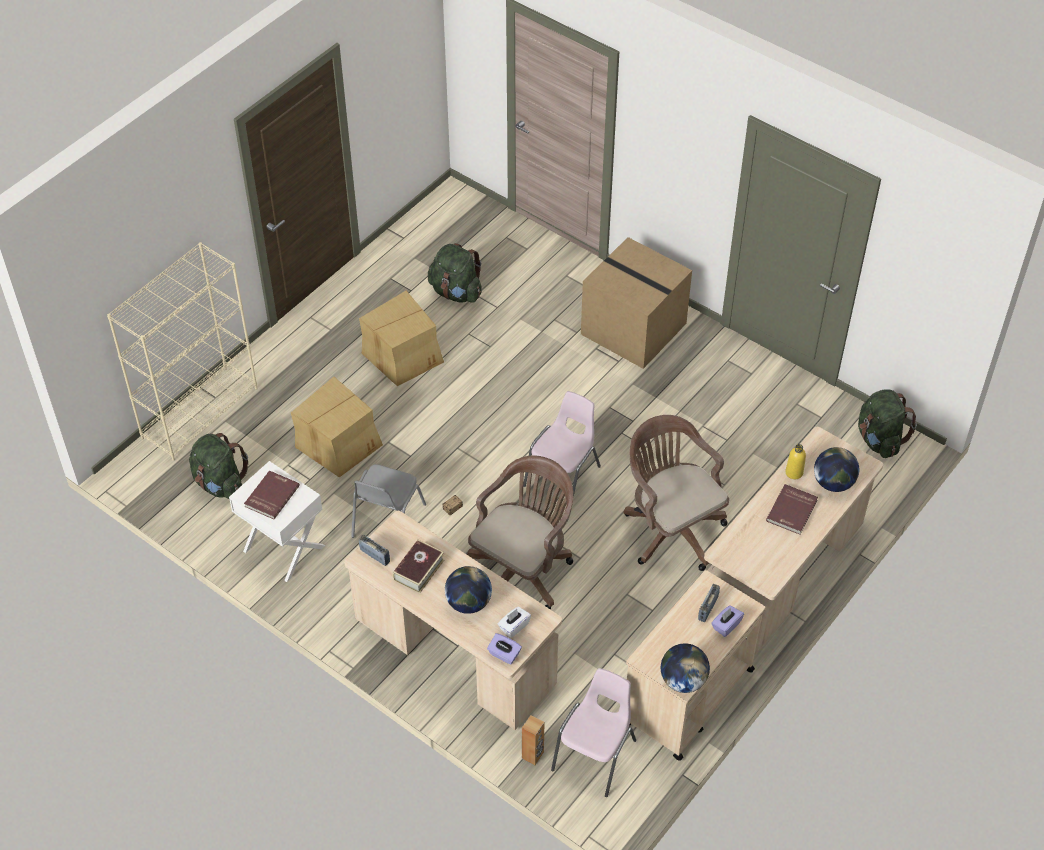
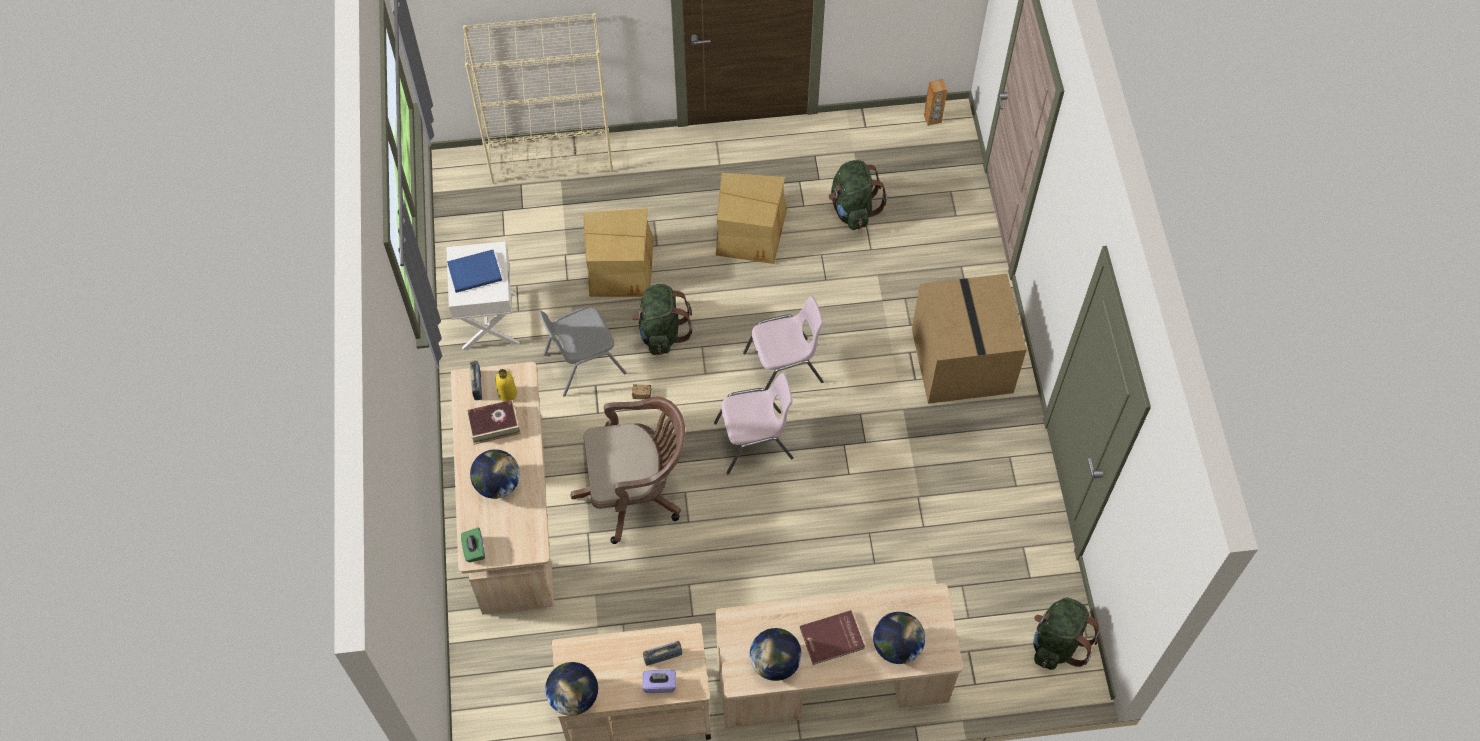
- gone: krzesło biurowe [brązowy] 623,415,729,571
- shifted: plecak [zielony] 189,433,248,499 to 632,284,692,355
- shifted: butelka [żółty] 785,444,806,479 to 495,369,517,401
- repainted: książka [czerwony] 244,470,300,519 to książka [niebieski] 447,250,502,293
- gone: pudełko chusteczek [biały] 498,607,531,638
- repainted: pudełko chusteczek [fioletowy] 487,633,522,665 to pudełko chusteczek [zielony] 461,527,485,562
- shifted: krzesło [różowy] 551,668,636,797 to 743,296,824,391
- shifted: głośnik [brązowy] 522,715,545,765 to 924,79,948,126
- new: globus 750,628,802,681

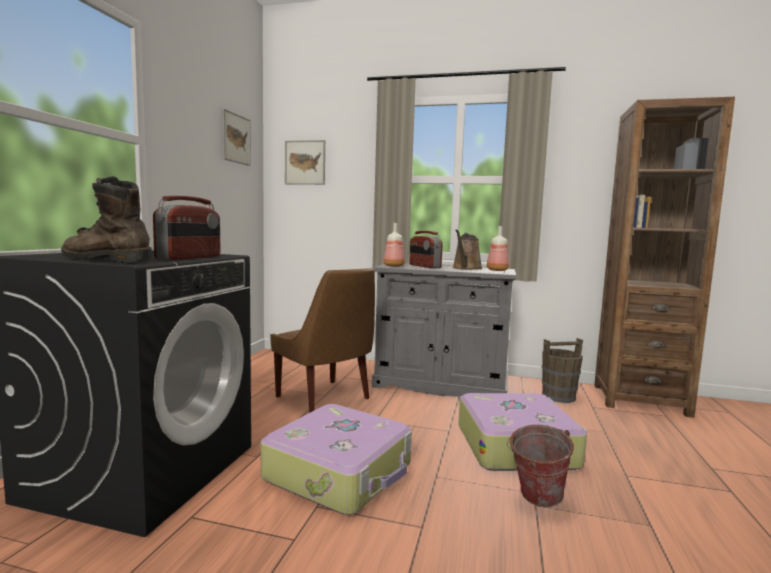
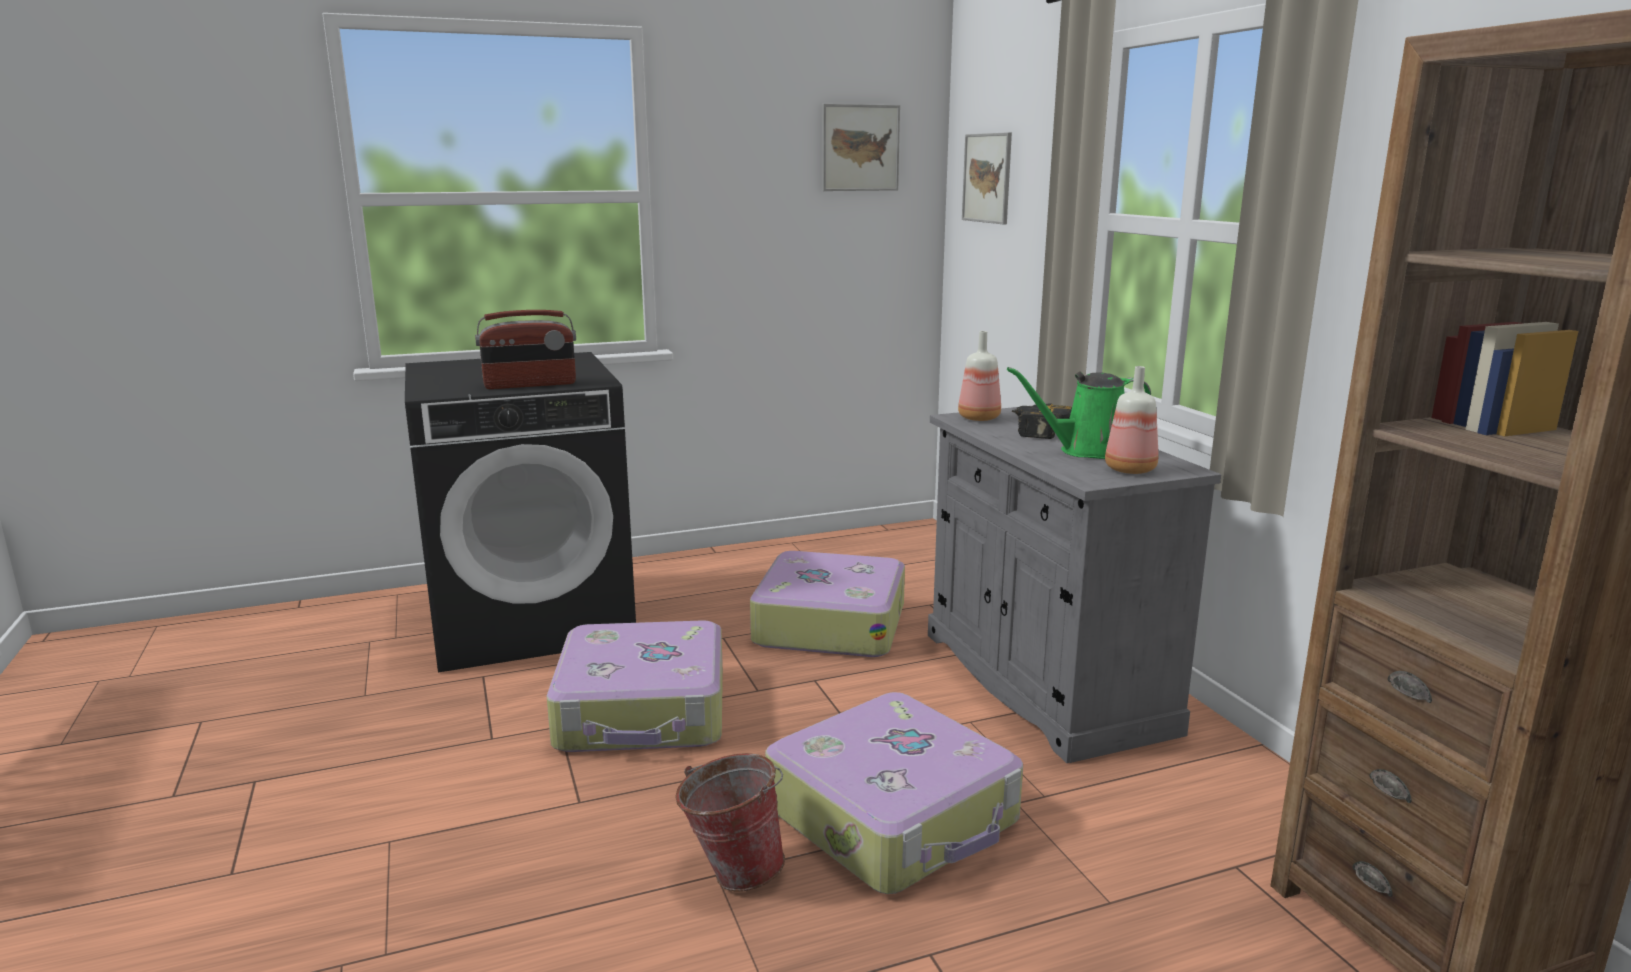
- gone: but z cholewką [brązowy] 61,176,153,263
- repainted: konewka [brązowy] 452,229,483,270 to konewka [zielony] 1007,367,1151,459
- swapped: radio 409,231,443,268 to wiertarka 1012,403,1072,439
- swapped: krzesło [brązowy] 270,268,375,412 to walizka 750,551,905,657
- gone: wiadro [brązowy] 542,338,583,403

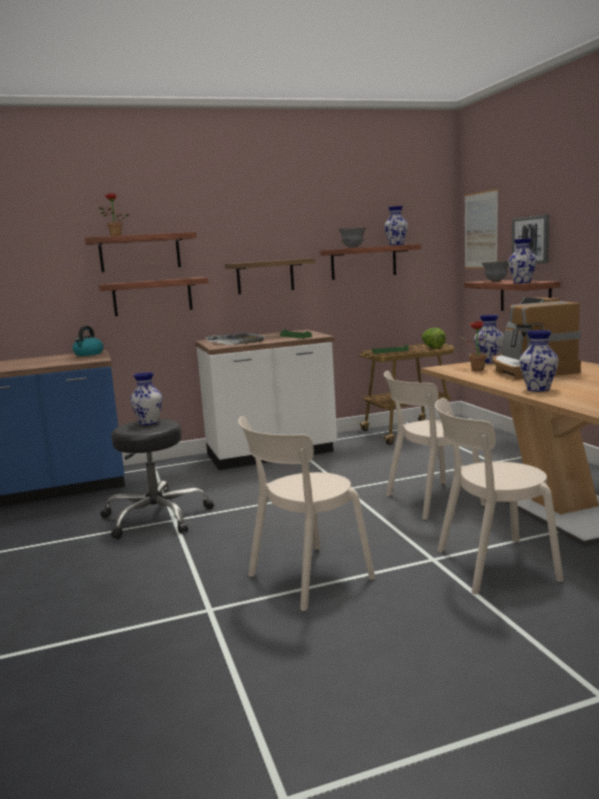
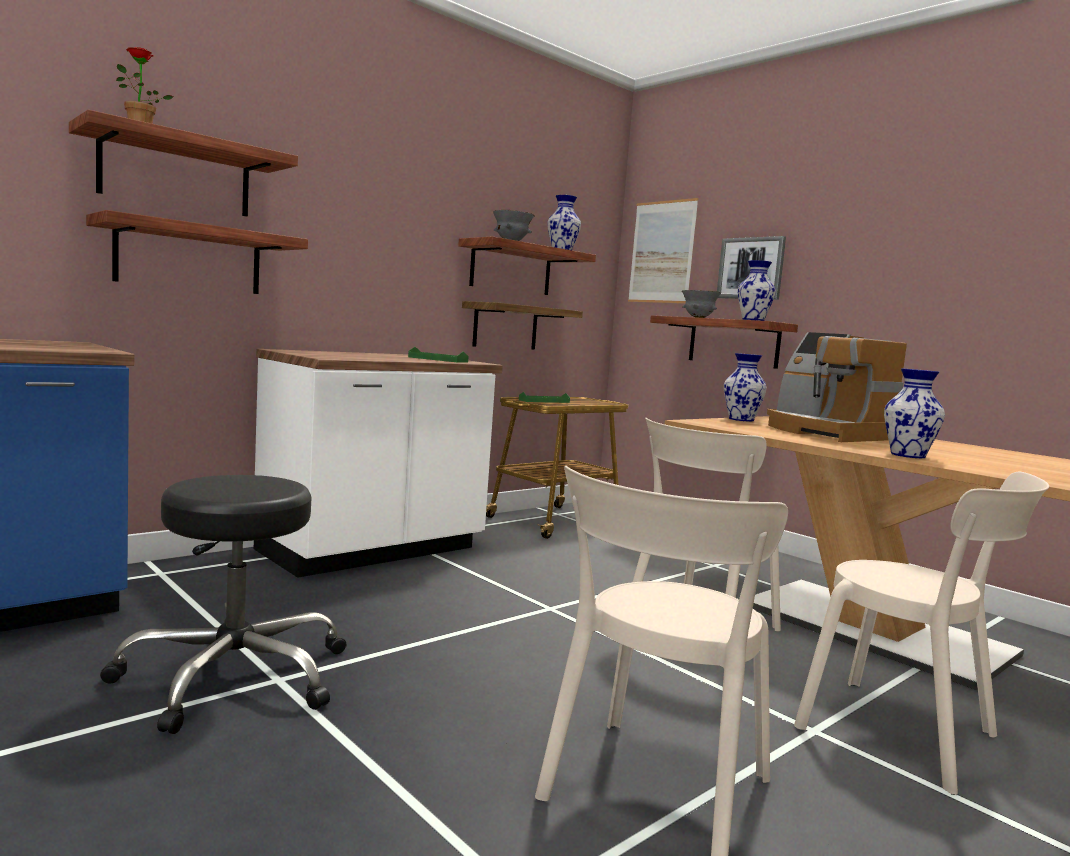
- shifted: półka 225,258,315,294 to 462,301,583,350
- gone: roślina doniczkowa 461,321,488,371
- gone: czajnik 72,326,103,356
- gone: sałata 422,327,446,349
- gone: taca [szary] 206,332,265,345
- gone: wazon 130,372,162,425
- rotated: krzesło [beżowy] 435,398,564,594 = 794,472,1049,795 105 degrees counterclockwise

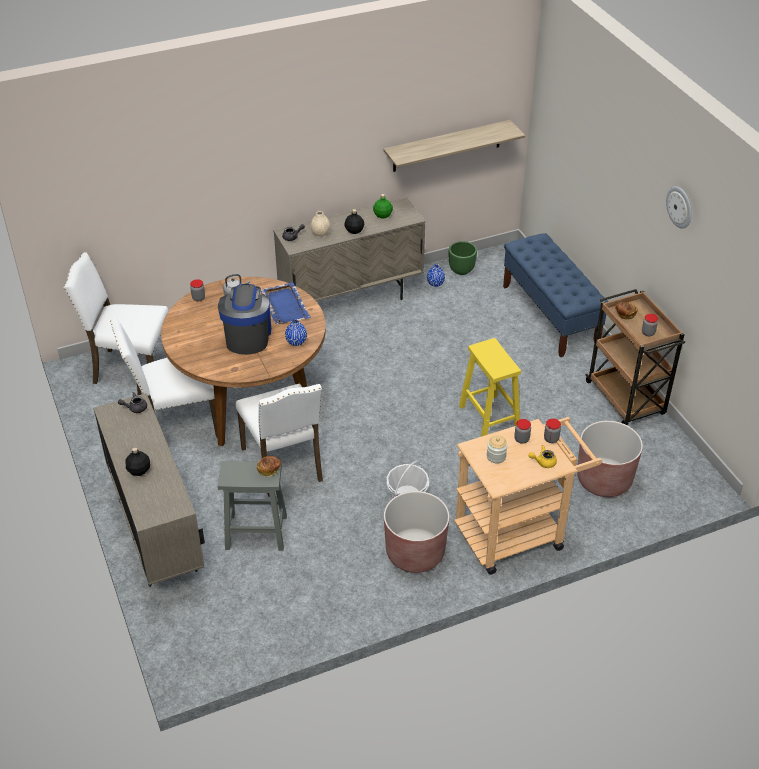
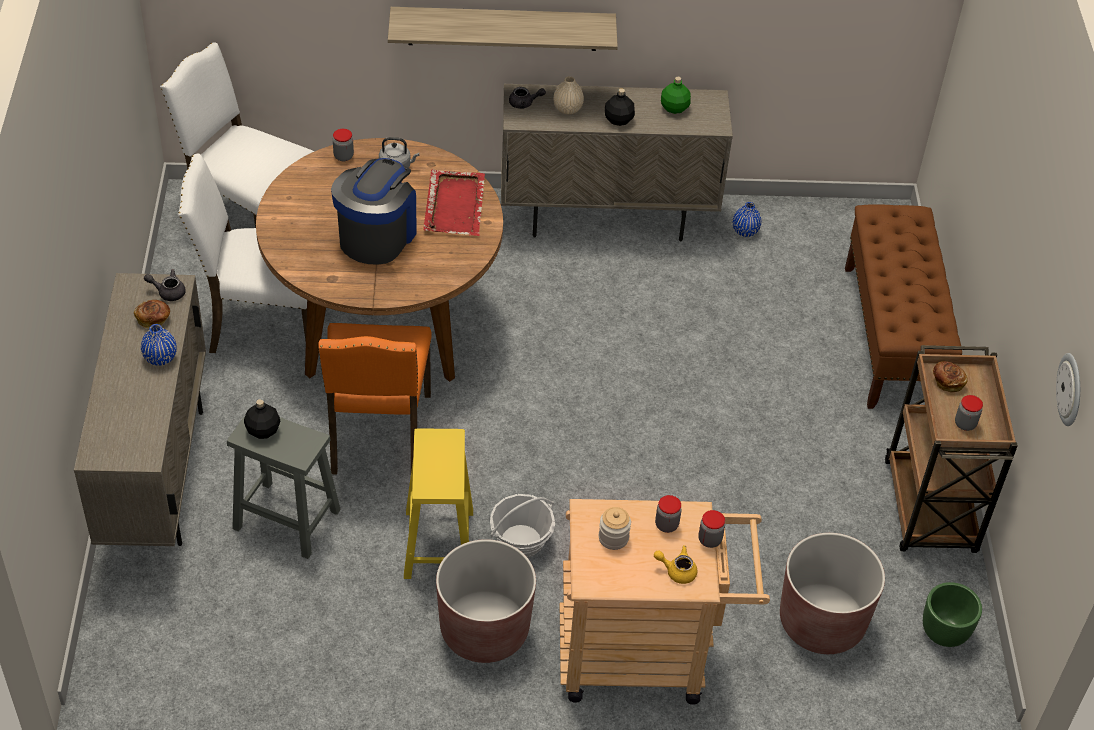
- shifted: półka 383,120,526,172 to 388,7,618,51
- shifted: zegar ścienny 666,186,692,229 to 1056,353,1080,426
- repainted: ławka [niebieski] 503,233,608,357 to ławka [brązowy] 845,204,962,409
- shifted: donica [zielony] 449,241,477,275 to 923,582,982,647
- repainted: taca [niebieski] 260,282,311,324 to taca [czerwony] 423,169,485,236
- shifted: wazon [niebieski] 285,319,307,346 to 141,324,177,366
- shifted: stołek [żółty] 459,338,521,437 to 404,429,473,579
- repainted: krzesło [biały] 236,384,323,497 to krzesło [pomarańczowy] 318,323,432,474
- shifted: butelka [czarny] 125,447,150,476 to 244,399,280,439
- shifted: chleb 257,456,281,477 to 134,300,170,329

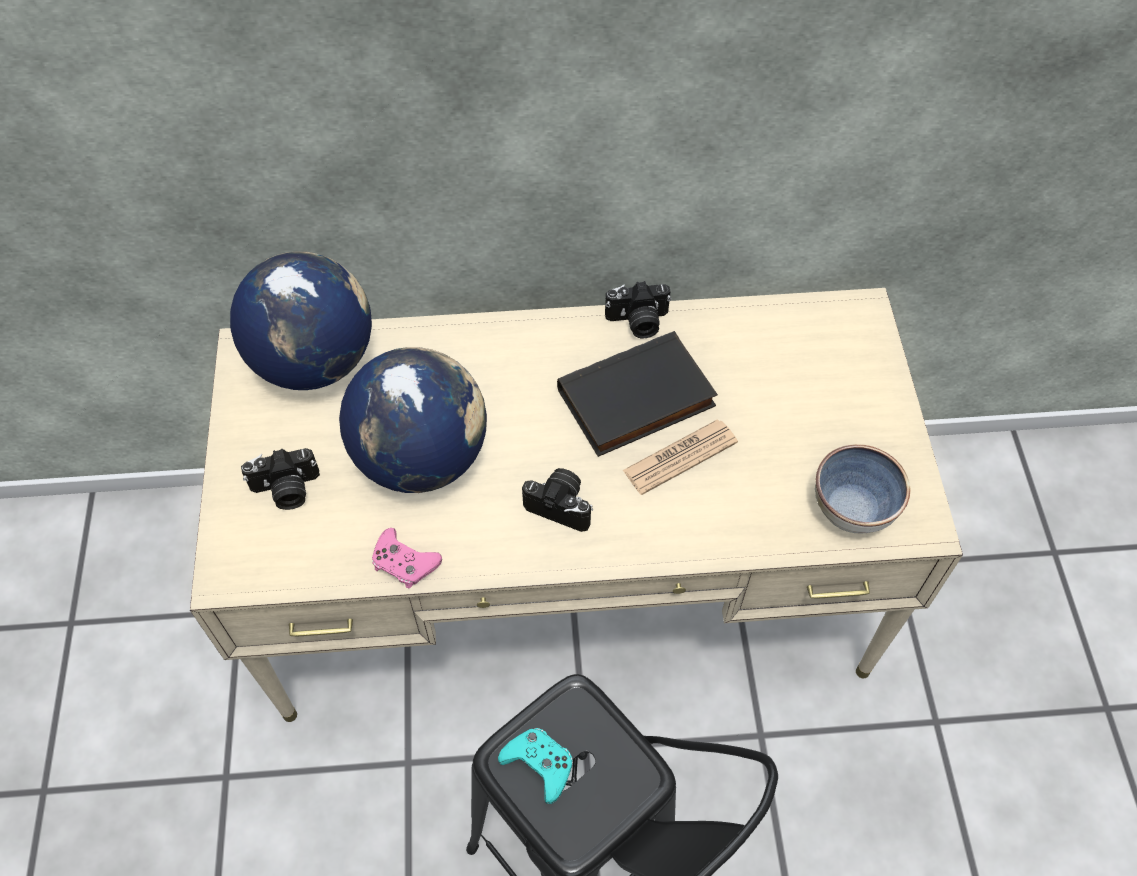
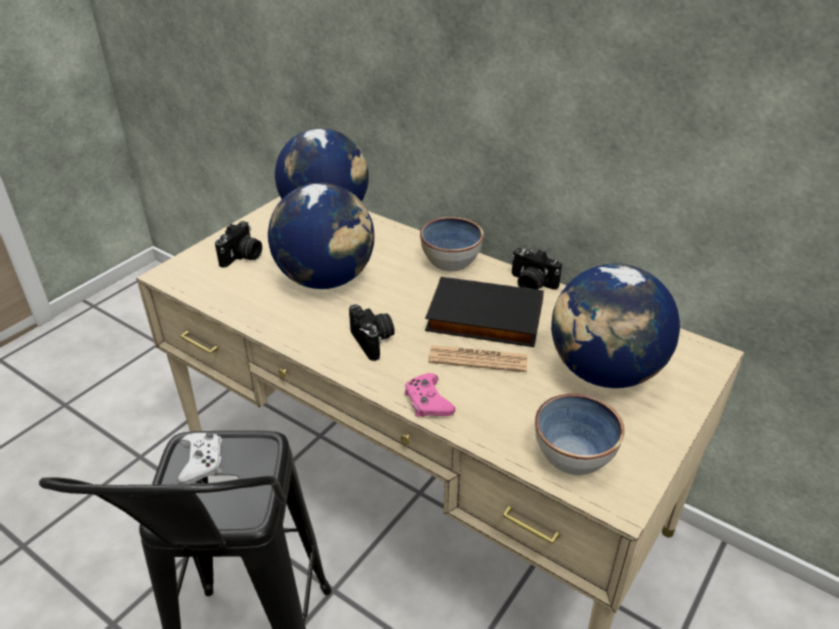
- rotated: aparat fotograficzny 241,448,320,510 = 215,221,262,268 90 degrees counterclockwise
- shifted: pad do gier [różowy] 372,528,442,588 to 405,373,455,417
- repainted: pad do gier [turkusowy] 498,728,573,804 to pad do gier [biały] 177,432,223,484
- new: miska 420,217,484,271
- new: globus 551,264,680,388

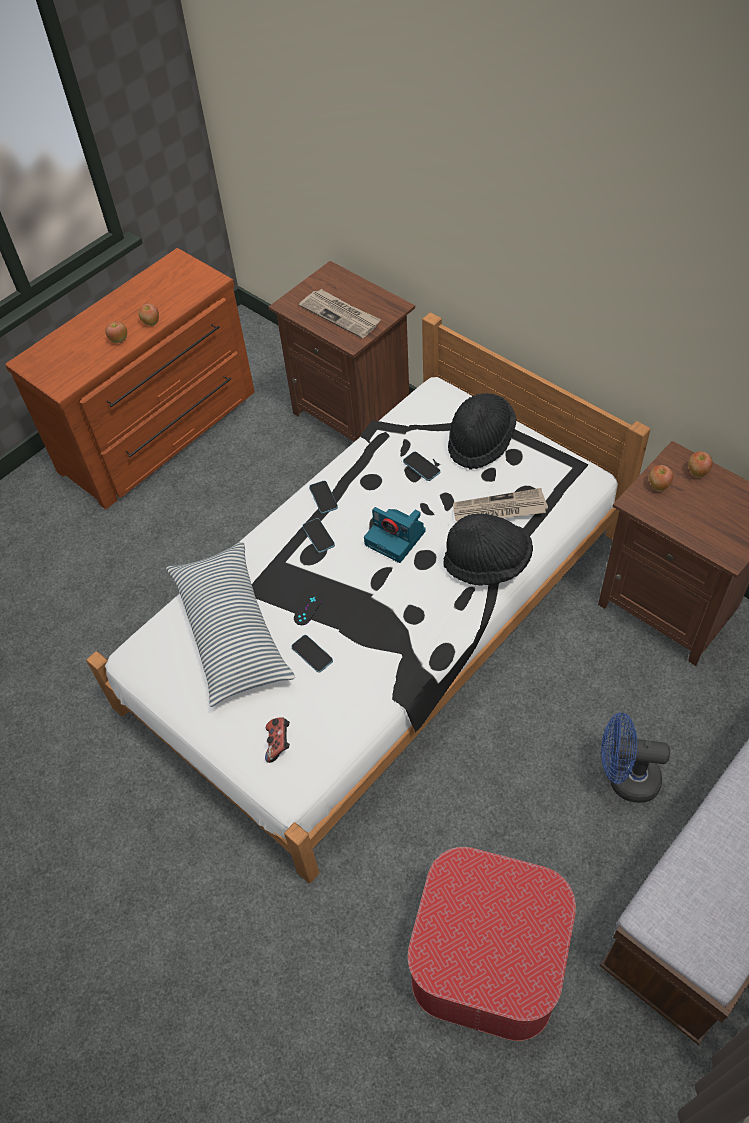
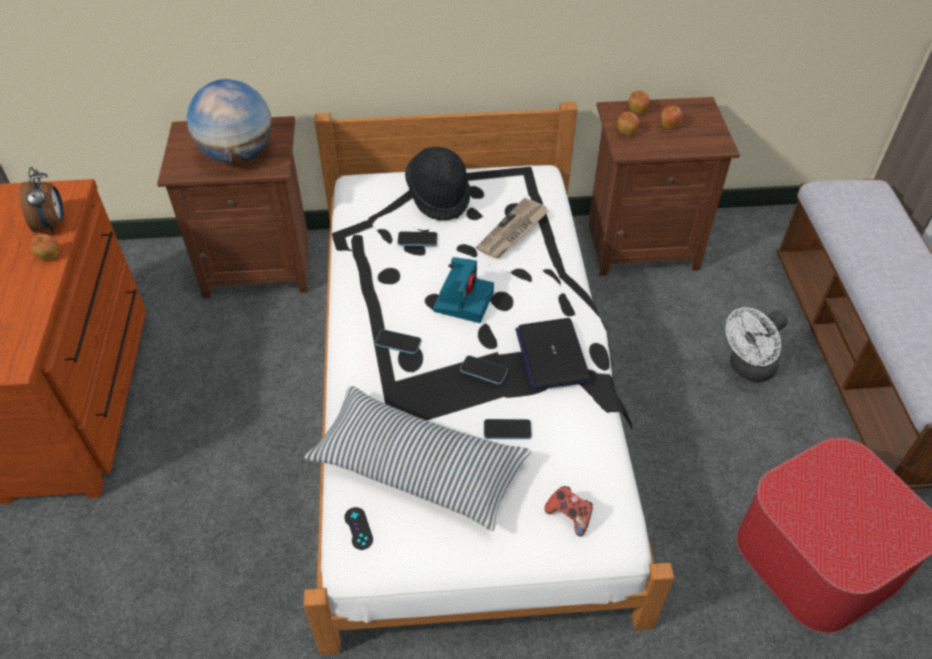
- swapped: gazeta 299,289,381,338 to globus 187,79,272,163
- shifted: jabłko 105,321,127,343 to 661,106,682,129
- shifted: telefon 309,481,338,514 to 460,355,508,385
- rotated: aparat fotograficzny 364,507,425,563 = 433,257,494,323 60 degrees counterclockwise
- gone: kapelusz [czarny] 443,513,533,585
- shifted: pad do gier [czarny] 294,593,321,625 to 344,507,373,550
- repainted: wentylator [niebieski] 601,713,670,803 to wentylator [biały] 725,307,788,382
- new: budzik 19,167,64,233
- new: laptop 515,318,591,390

